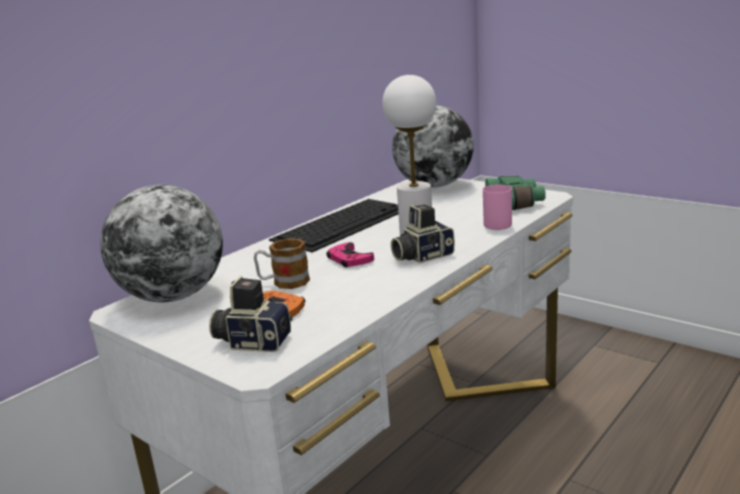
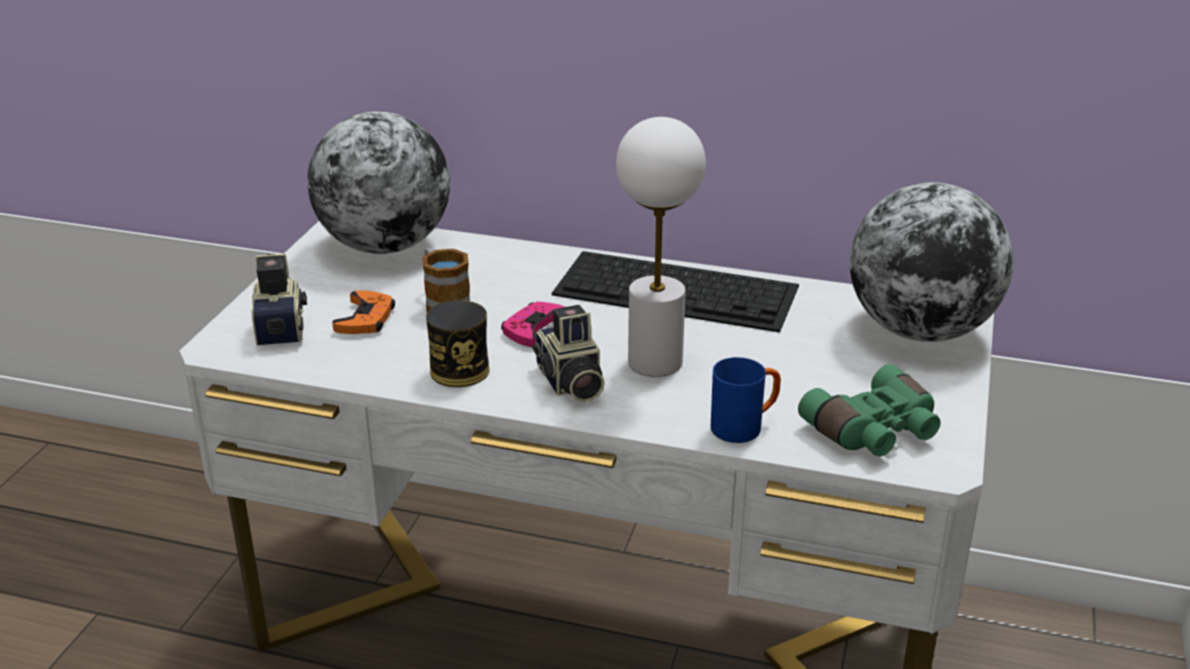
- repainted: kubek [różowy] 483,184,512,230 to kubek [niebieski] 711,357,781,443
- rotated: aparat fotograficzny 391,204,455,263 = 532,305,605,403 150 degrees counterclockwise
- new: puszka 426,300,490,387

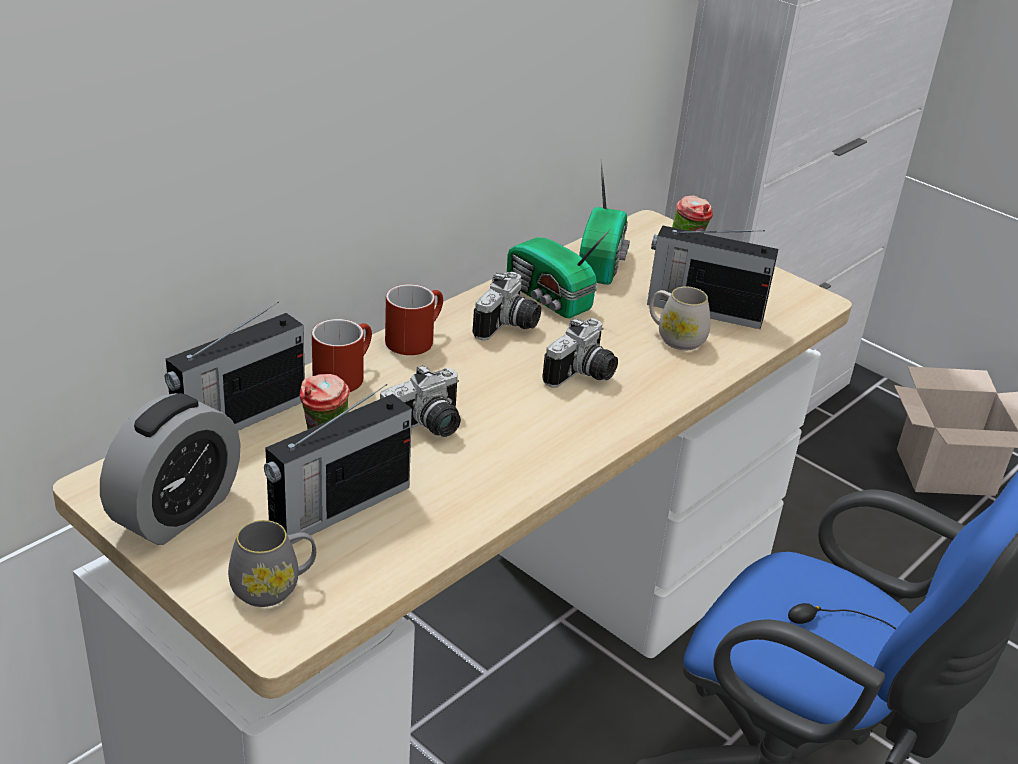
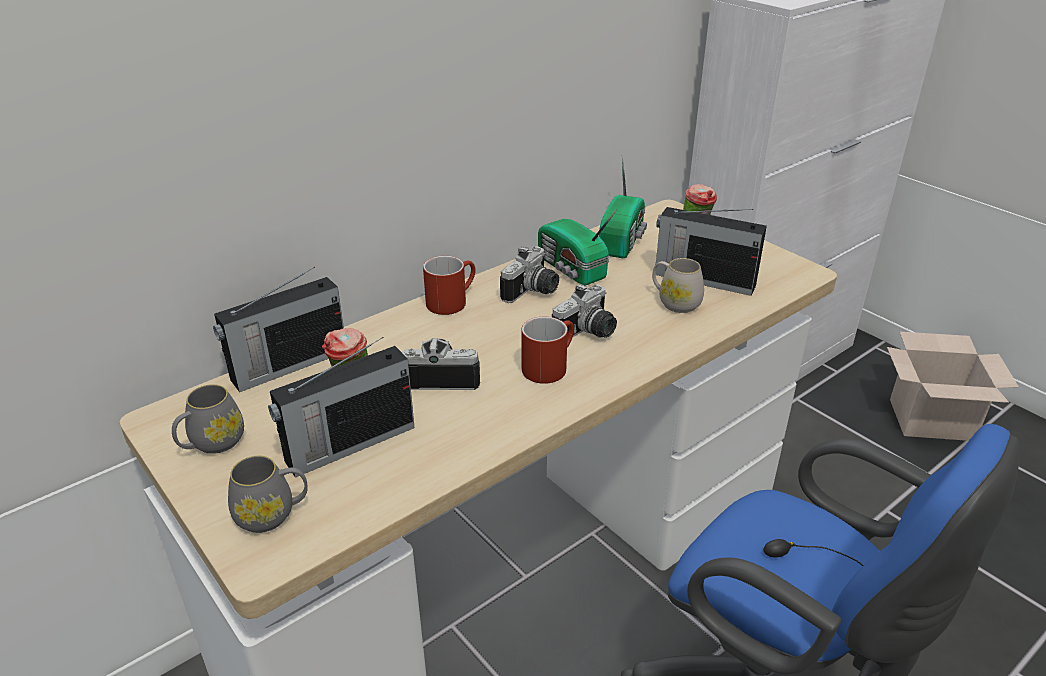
- shifted: kubek [czerwony] 312,319,372,392 to 522,317,574,384
- rotated: aparat fotograficzny 380,365,461,437 = 402,338,480,390 150 degrees counterclockwise
- swapped: budzik 100,393,241,545 to kubek [szary] 172,384,244,454

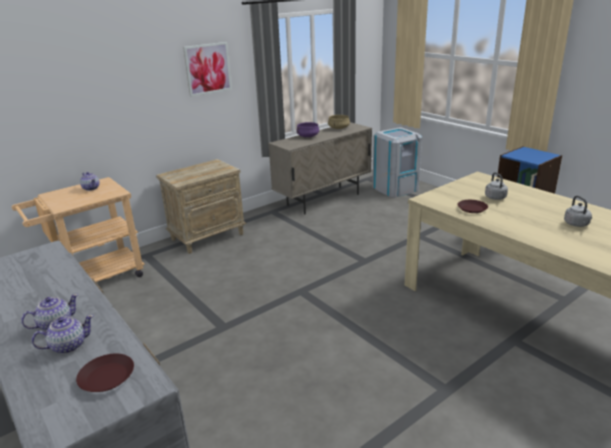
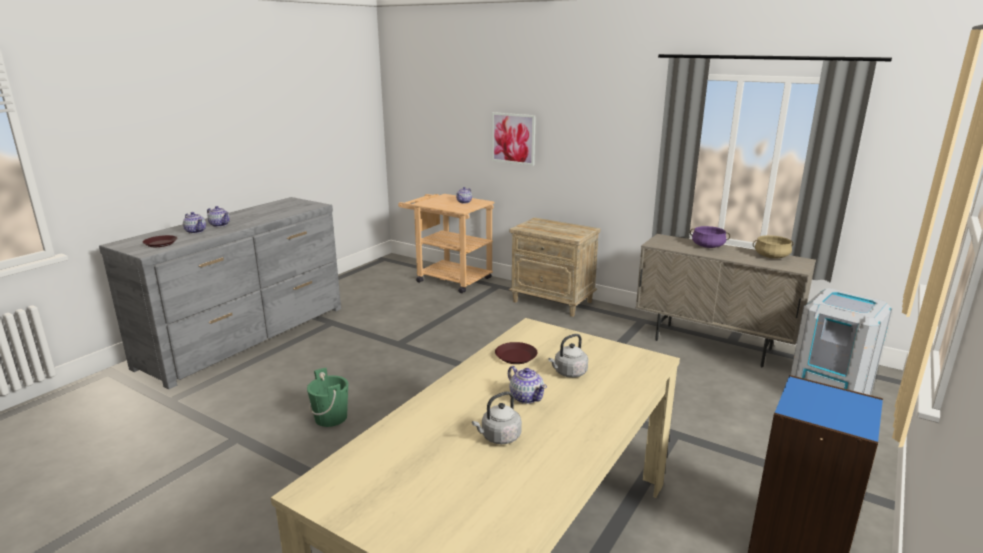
- shifted: obraz 183,42,232,97 to 492,112,536,166
- new: imbryk 508,366,547,404
- new: wiadro [zielony] 307,368,348,427

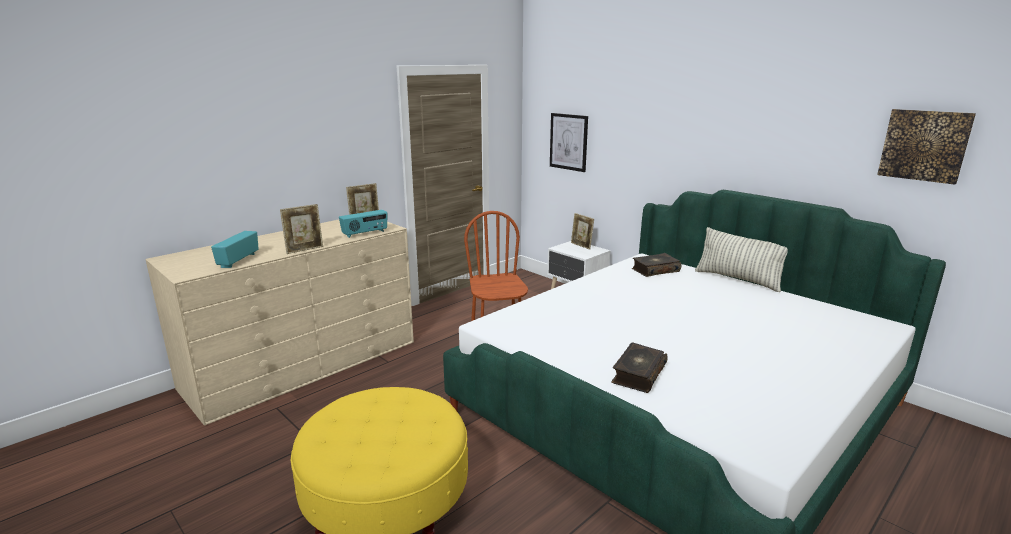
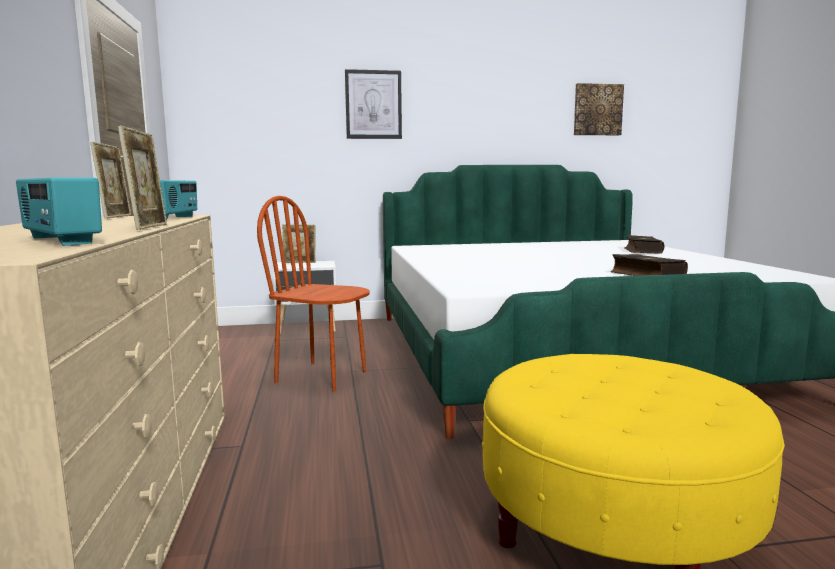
- shifted: obraz 550,113,588,172 to 345,69,402,139
- gone: poduszka 695,227,788,292
- shifted: książka 632,253,681,277 to 625,235,664,254

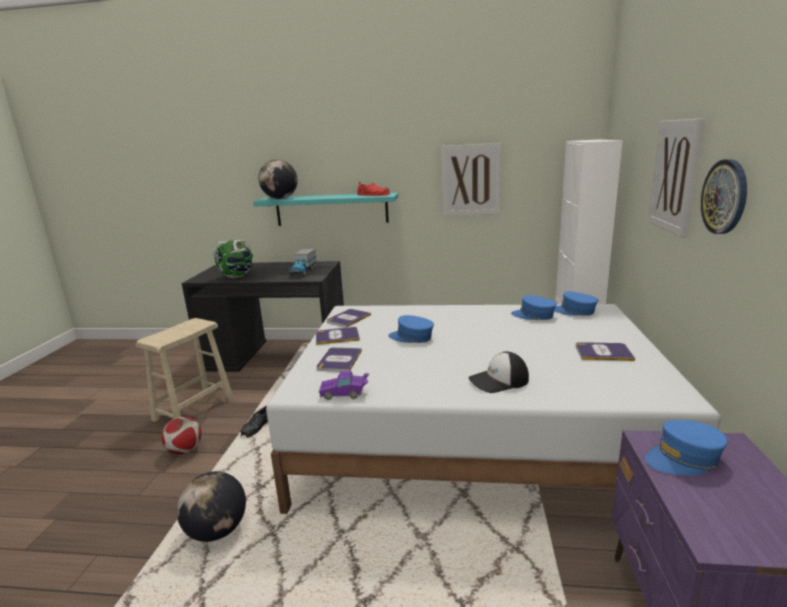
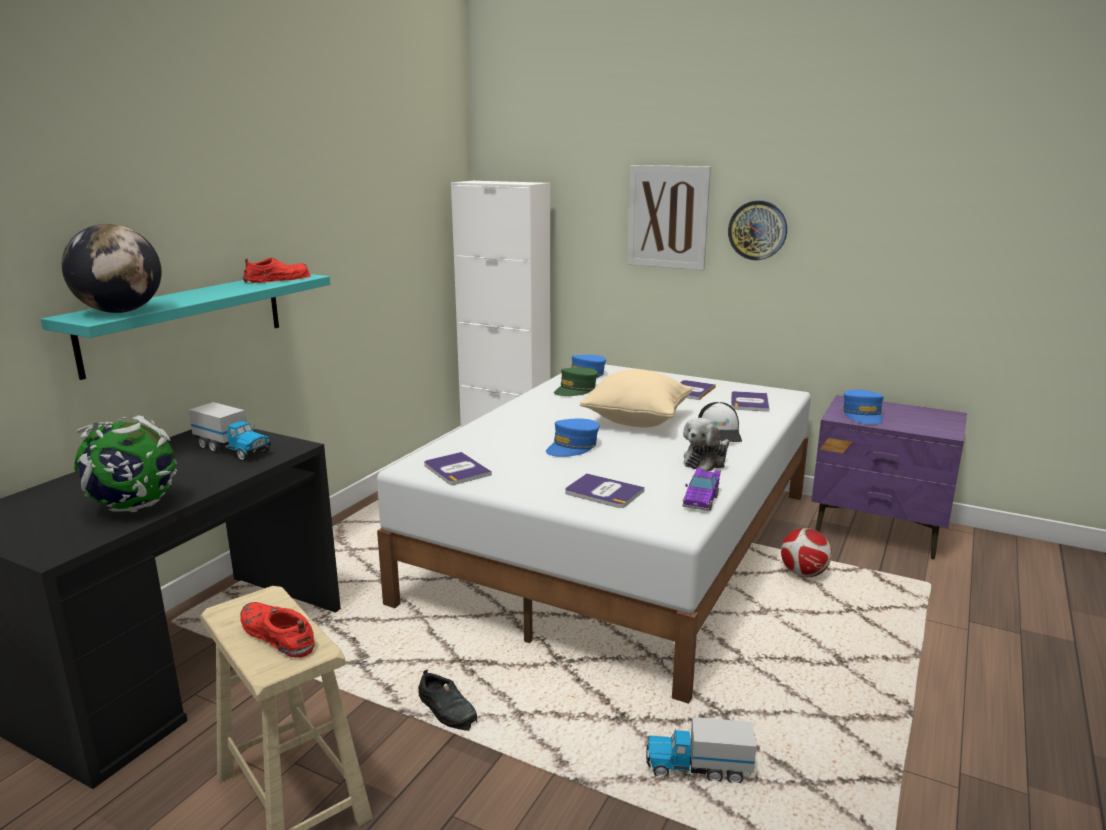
- gone: obraz 442,143,501,216
- repainted: czapka z daszkiem [niebieski] 511,295,557,320 to czapka z daszkiem [zielony] 554,368,598,396
- shifted: książka 316,327,360,345 to 731,391,769,412
- shifted: piłka futbolowa 161,416,202,455 to 781,528,832,577
- swapped: globus 177,471,246,542 to ciężarówka zabawkowa 646,717,757,783
- new: poduszka [beżowy] 579,369,692,428
- new: pluszak 683,418,729,472
- new: but [czerwony] 240,602,315,658

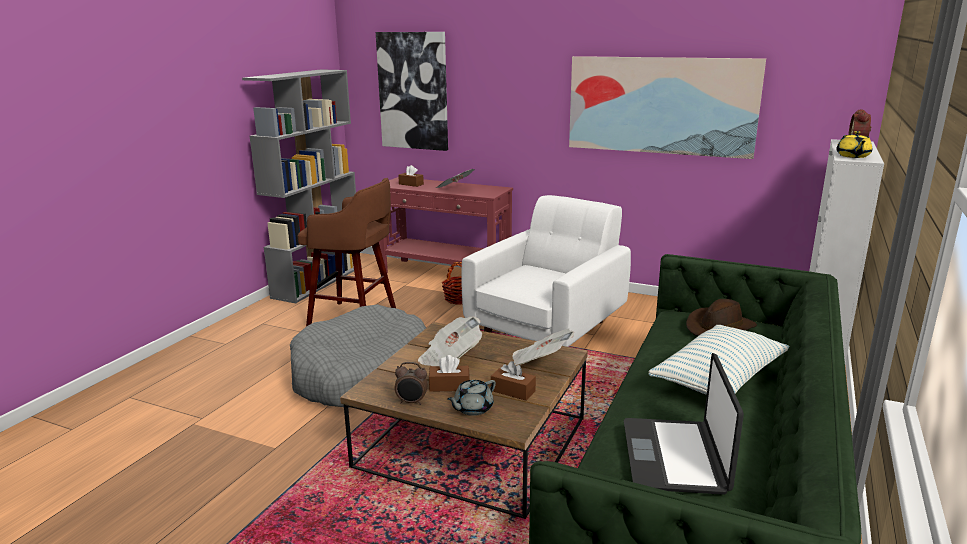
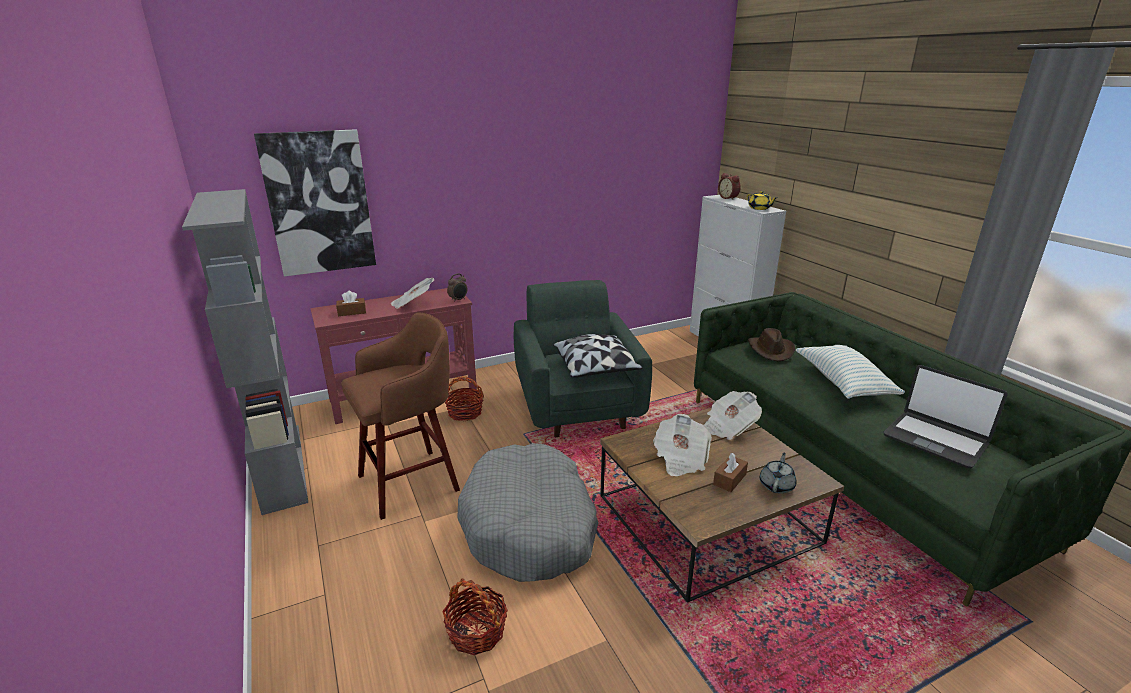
- gone: obraz 569,56,766,159
- repainted: fotel [biały] 461,195,631,347 to fotel [zielony] 514,280,652,437
- gone: pudełko chusteczek [brązowy] 491,361,536,401
- shifted: budzik 394,362,428,405 to 447,273,467,302
- rotated: imbryk [szary] 447,380,496,416 = 760,452,797,494 150 degrees counterclockwise
- new: poduszka 553,334,642,377
- new: koszyk 442,578,508,655

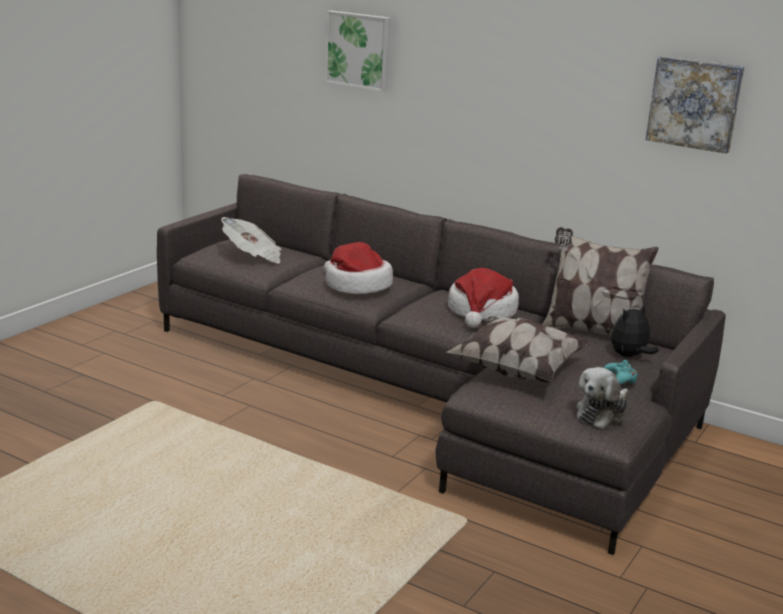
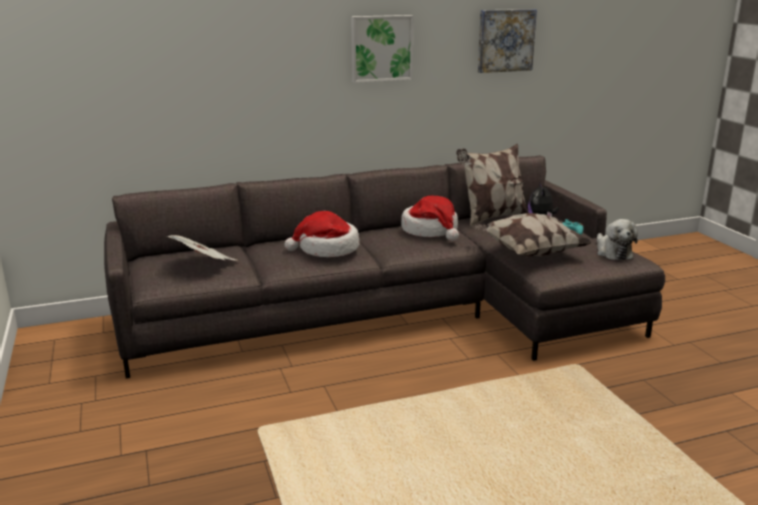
- shifted: obraz 324,11,391,92 to 351,15,414,83

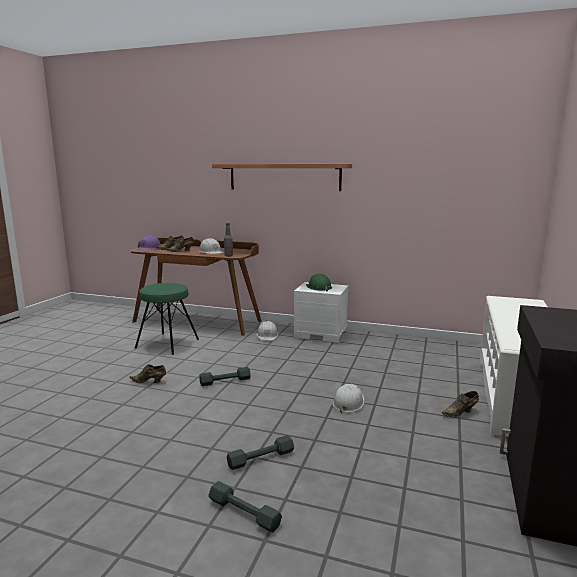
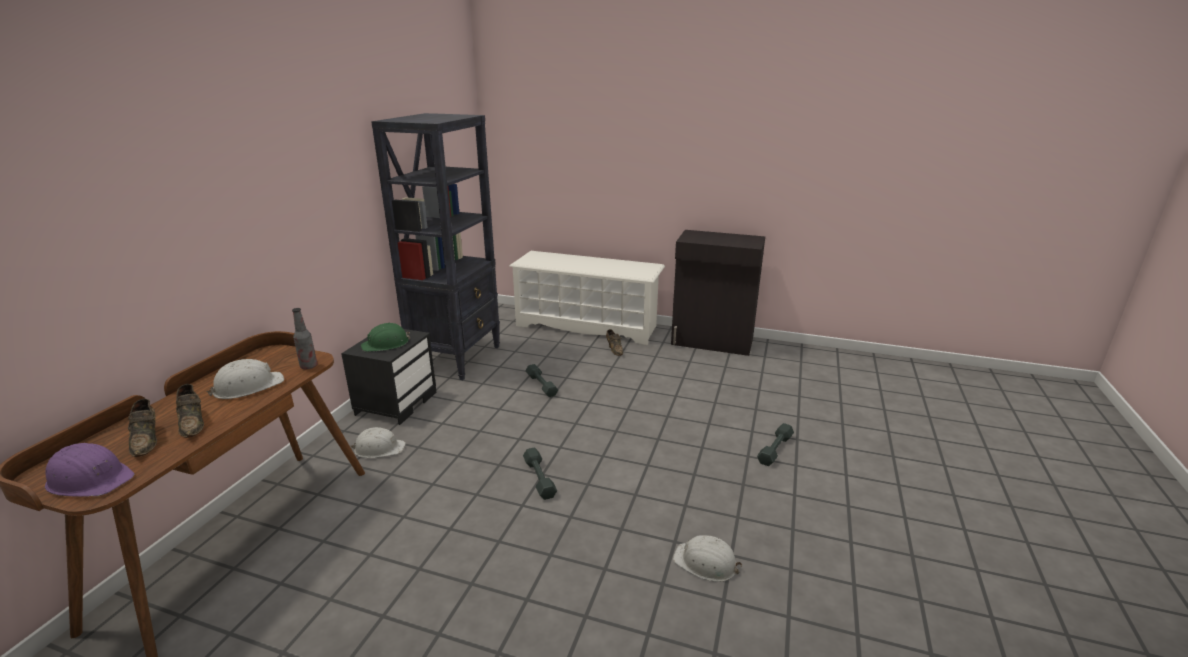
- gone: półka 212,164,352,191
- repainted: szafka nocna [biały] 294,282,348,343 to szafka nocna [czarny] 341,329,436,425
- gone: stołek [zielony] 135,283,199,355
- gone: but [brązowy] 130,364,166,383
- shifted: kask [biały] 333,384,364,413 to 673,535,742,582
- shifted: hantel [szary] 227,435,294,470 to 526,364,558,397
- new: regał [czarny] 371,113,500,380

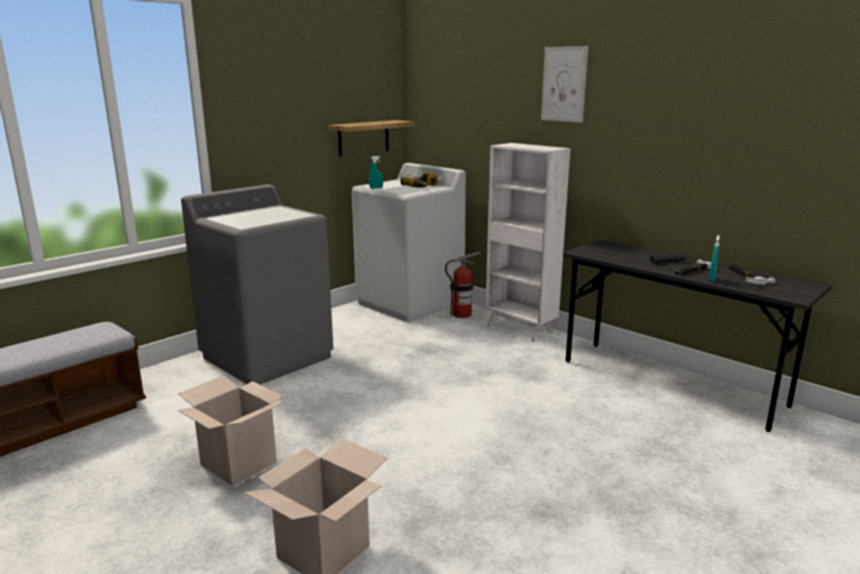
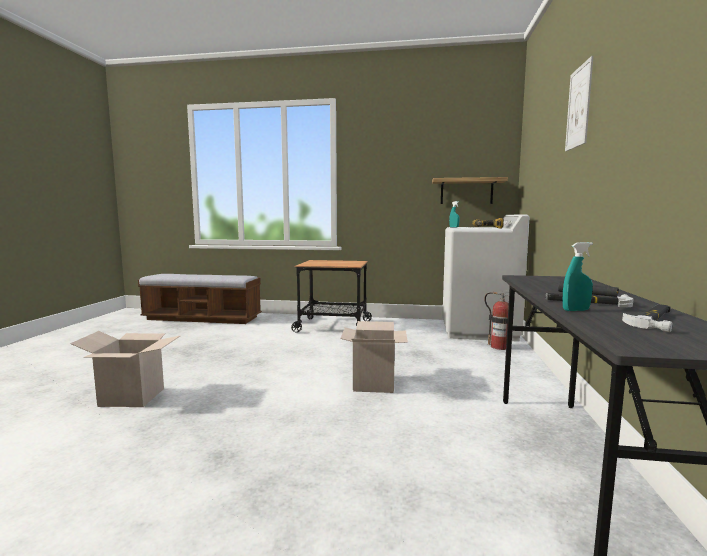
- gone: regał [biały] 486,143,570,342
- swapped: pralka [szary] 181,184,333,385 to wózek 291,260,372,333
- shifted: karton 178,375,286,486 to 340,321,408,393

